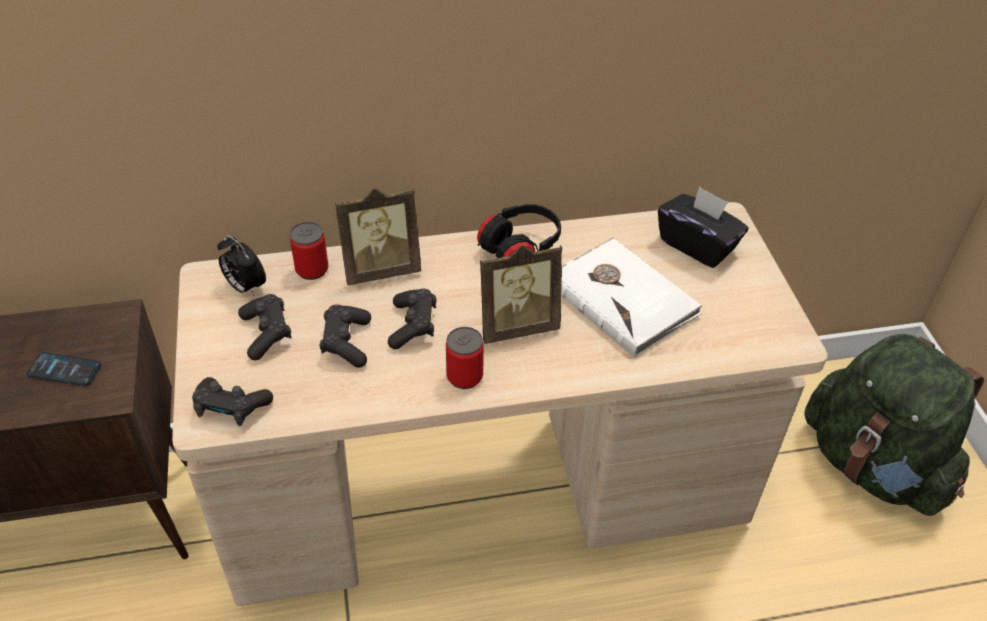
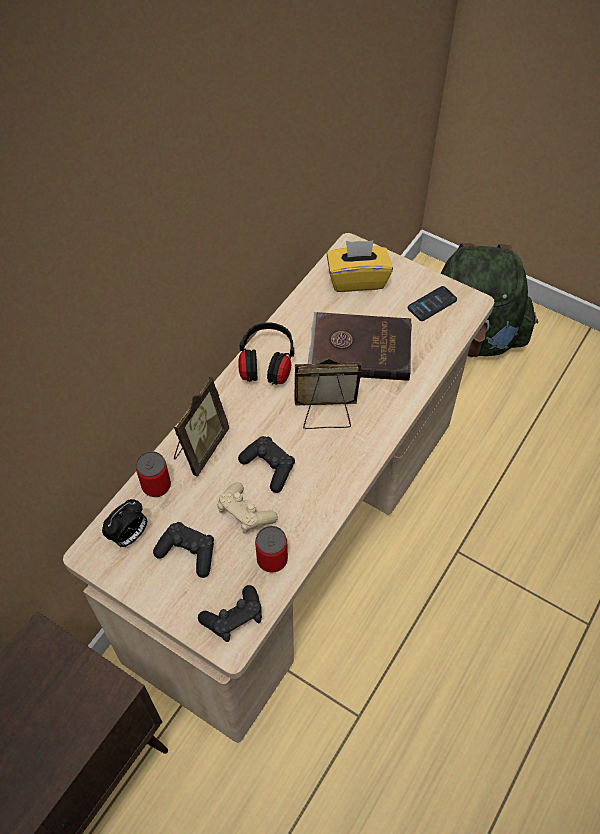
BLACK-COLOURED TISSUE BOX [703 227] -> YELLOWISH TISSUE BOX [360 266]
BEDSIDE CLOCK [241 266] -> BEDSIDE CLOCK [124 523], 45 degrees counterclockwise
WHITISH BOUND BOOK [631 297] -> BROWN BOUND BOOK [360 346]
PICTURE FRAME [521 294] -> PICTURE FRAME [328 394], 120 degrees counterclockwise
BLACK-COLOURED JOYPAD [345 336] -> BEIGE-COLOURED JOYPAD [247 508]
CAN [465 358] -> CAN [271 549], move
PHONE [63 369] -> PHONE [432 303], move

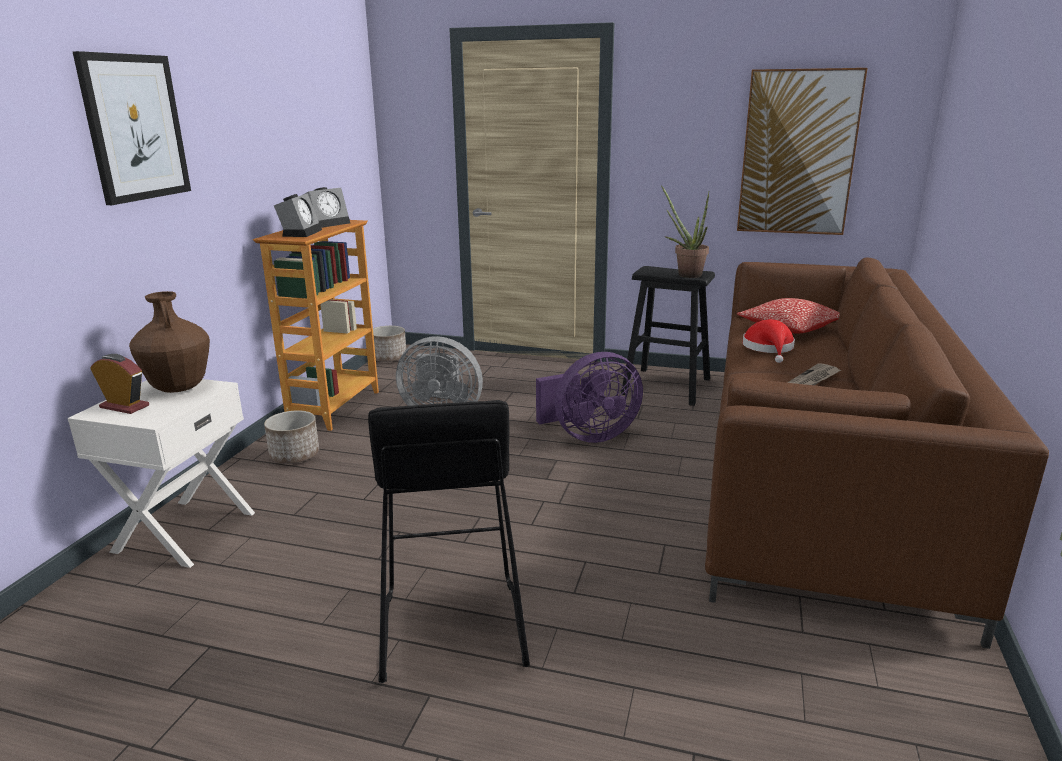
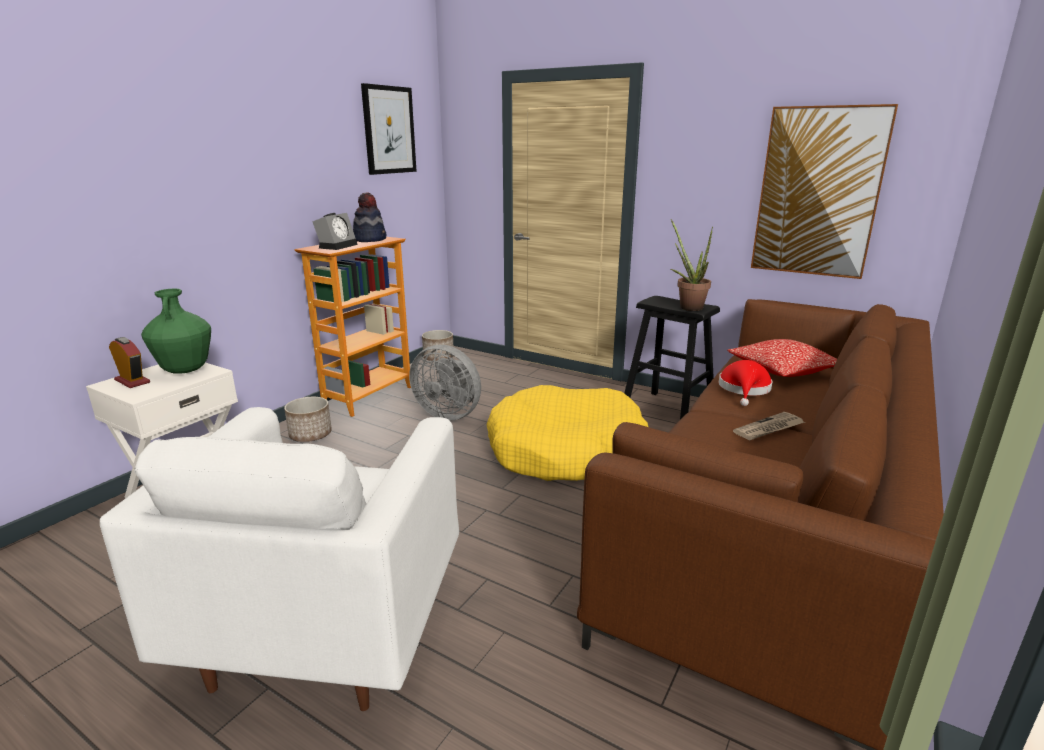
PICTURE [132 128] -> PICTURE [389 129], move
BEDSIDE CLOCK [326 207] -> CLOTHING HAT [369 217]
BROWN FLOWER VASE [169 342] -> GREEN FLOWER VASE [176 331]
PURPLE COOLING FAN [589 397] -> YELLOWISH DOG CUSHION [567 433]
BLACK-COLOURED STOOL [449 541] -> WHITISH EASY CHAIR [279 559]

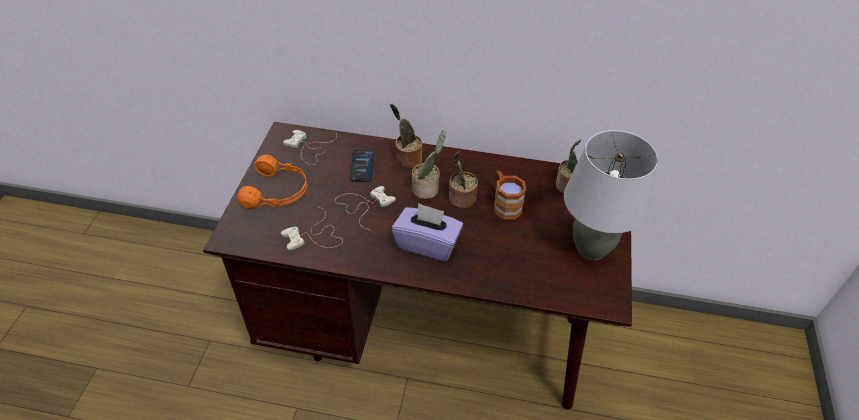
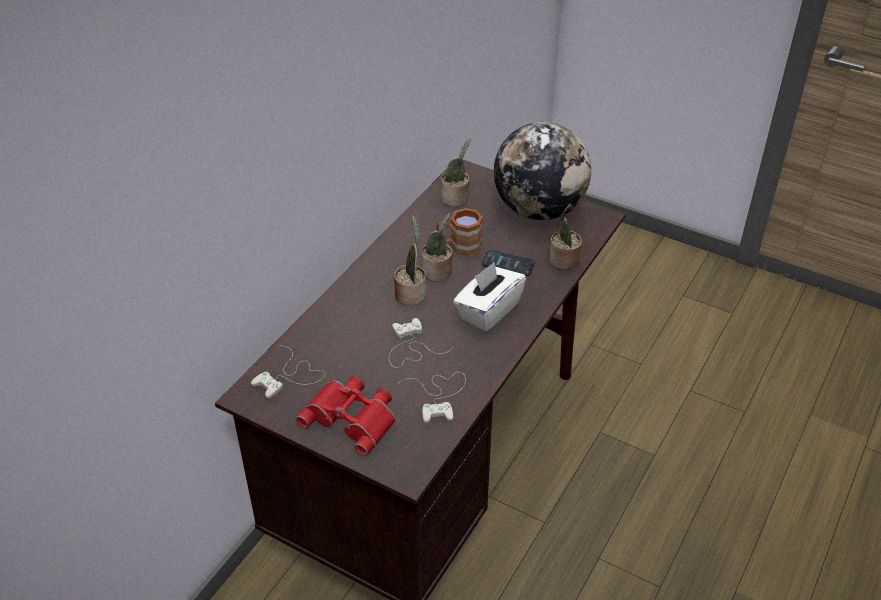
HOUSEPLANT [406 136] -> HOUSEPLANT [566 236], move
GREYISH LAMP FOR A TABLE [611 195] -> DESK GLOBE [542 171]
PHONE [362 166] -> PHONE [508 263], move
ORANGE HEADSET [272 181] -> REDDISH FIELD GLASSES [346 416]
PURPLE TISSUE BOX [427 232] -> WHITISH TISSUE BOX [489 297]

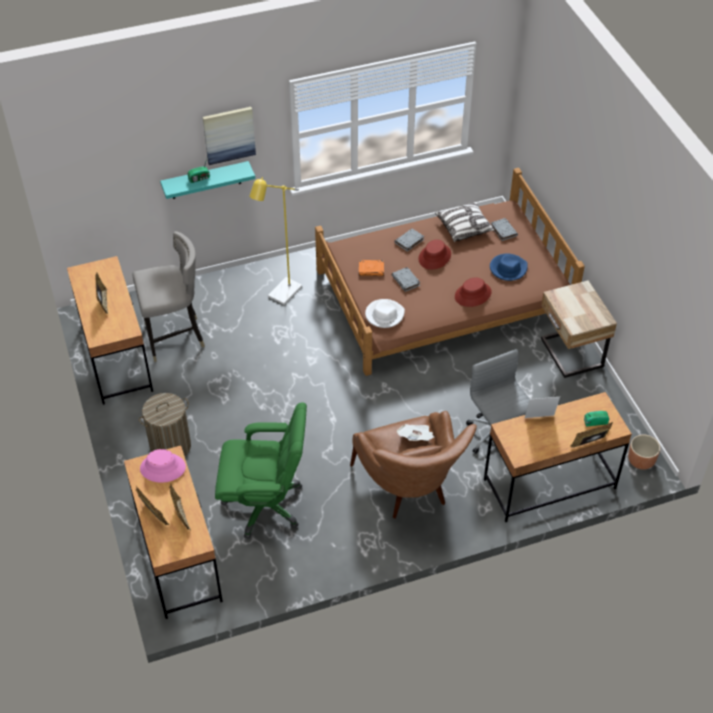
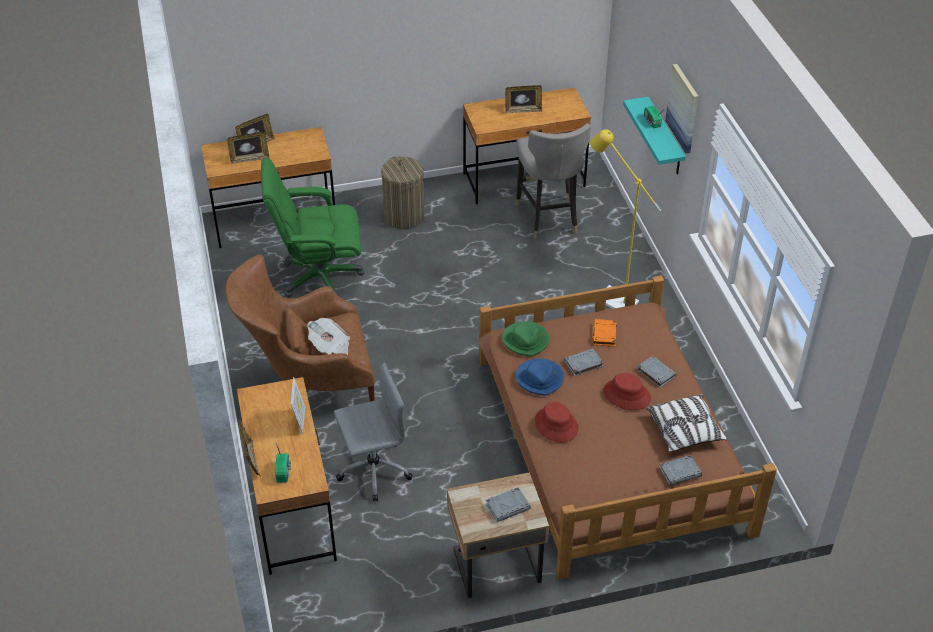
BLUE-COLOURED CLOTHING HAT [509 267] -> BLUE-COLOURED CLOTHING HAT [540 377], move
WHITISH CLOTHING HAT [385 313] -> GREEN CLOTHING HAT [526 339]
GREEN COMPUTER CHAIR [261 470] -> GREEN COMPUTER CHAIR [312 228], 75 degrees clockwise
BROWN PLANTER [644 452] -> none
PINKISH CLOTHING HAT [163 466] -> none
none -> GREYISH BOUND BOOK [508 504]

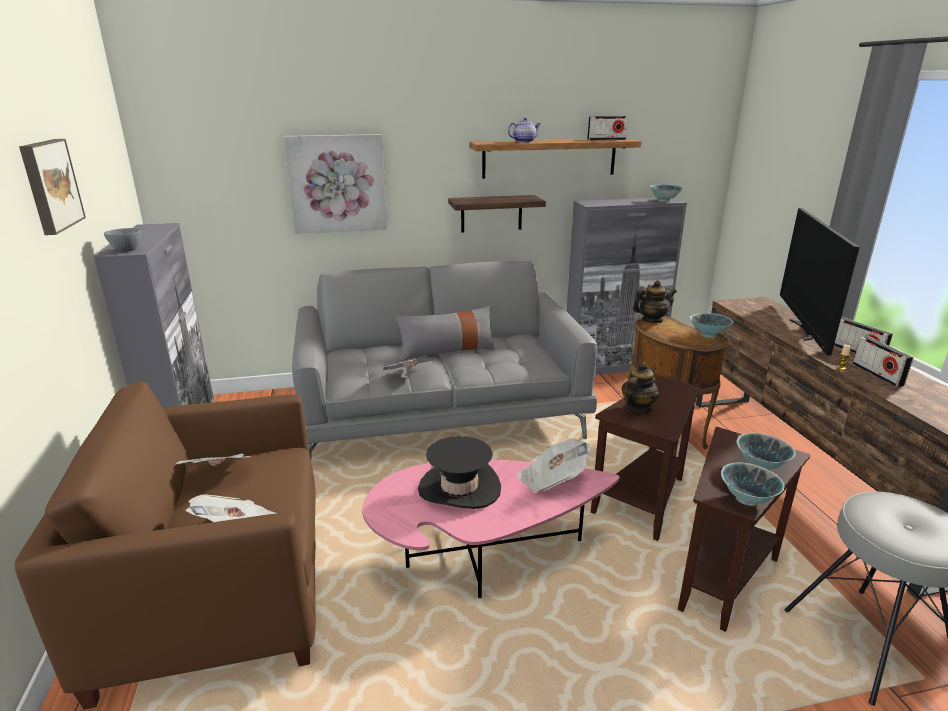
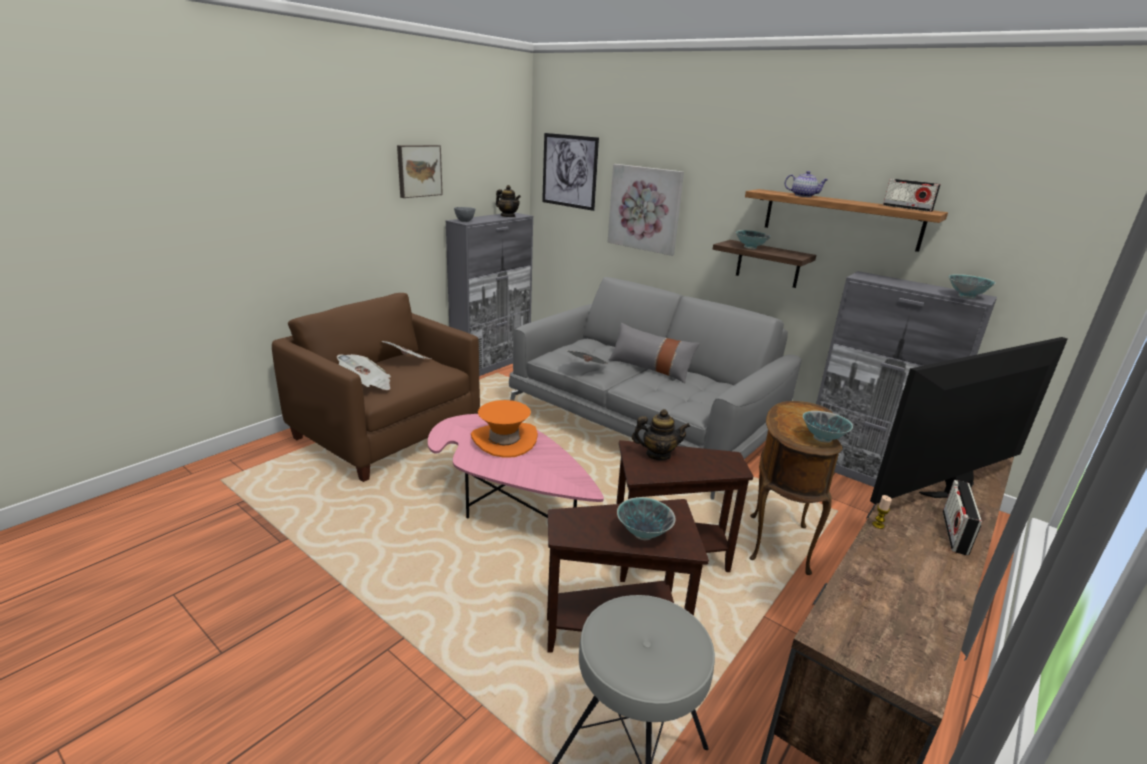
TEA POT [655 301] -> TEA POT [508 201], move
RADIO SET [883 361] -> none
BLACK-COLOURED CLOTHING HAT [459 472] -> ORANGE CLOTHING HAT [504 429]
PRINTED PAPER [554 466] -> none
BOWL [753 484] -> BOWL [753 239], move
none -> PICTURE [570 172]

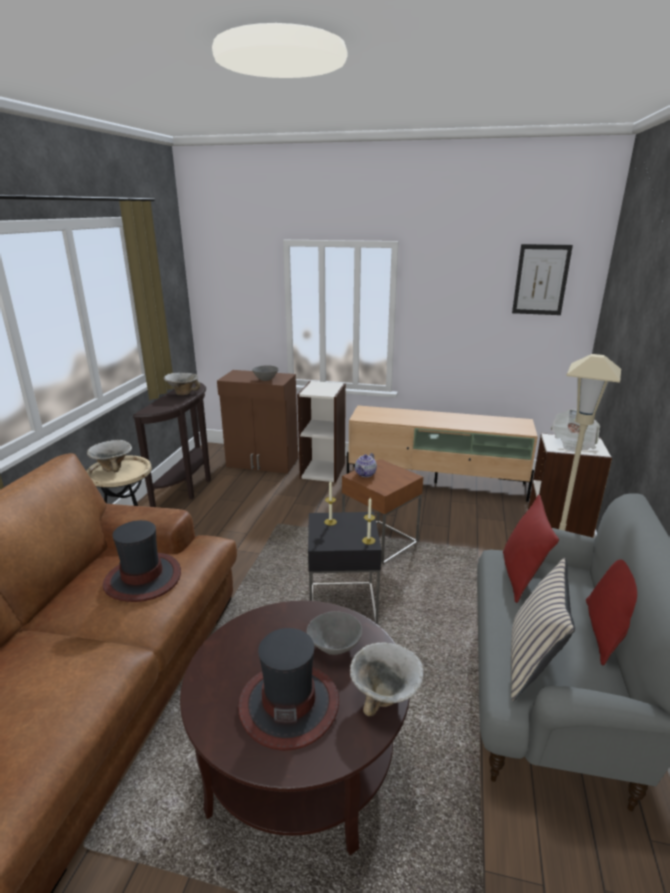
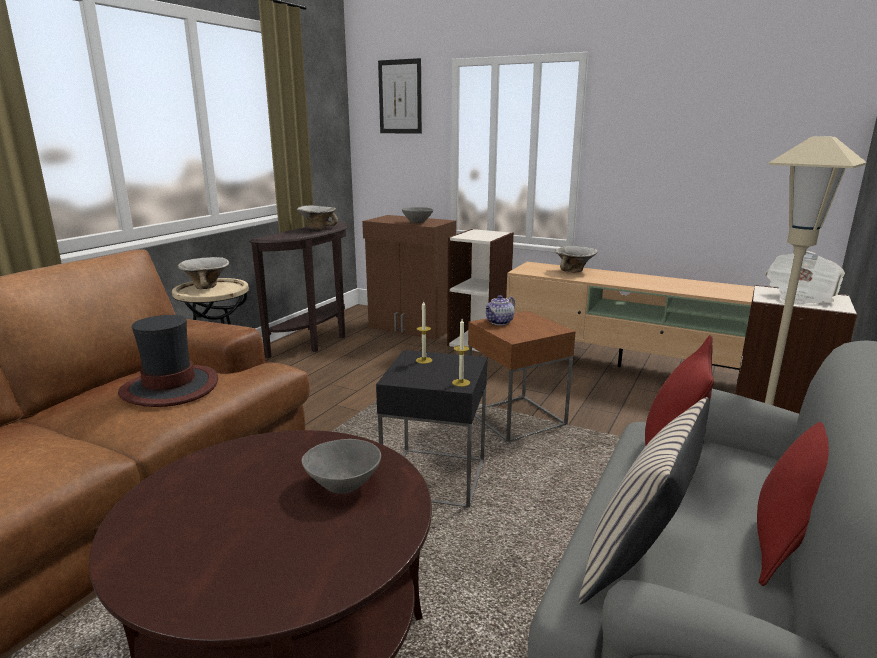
PICTURE [542 279] -> PICTURE [400 96], move
CLOTHING HAT [288 689] -> none
BOWL [387 679] -> BOWL [576 259], move

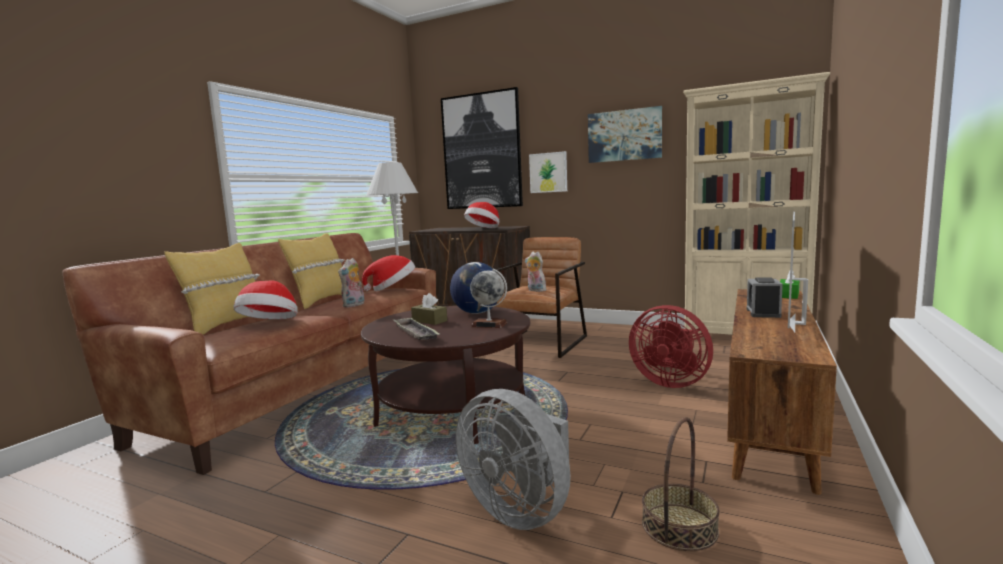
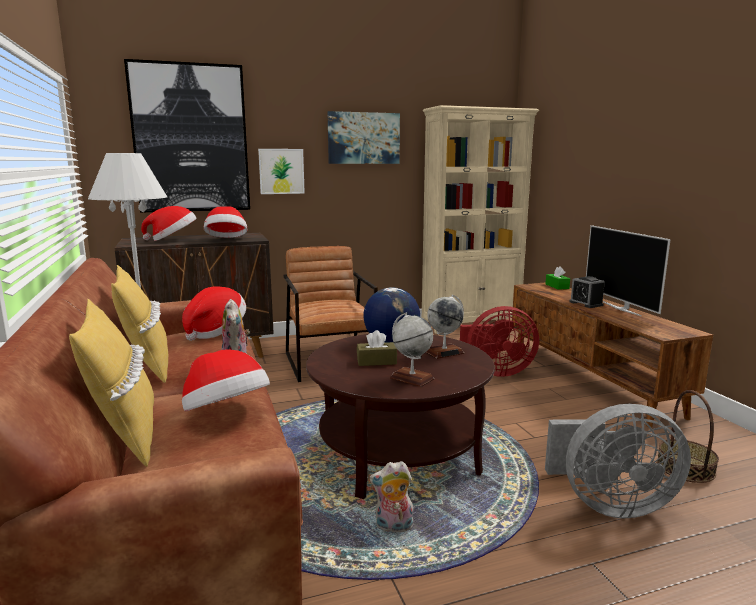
SOFT TOY [535 272] -> SOFT TOY [391 496], move
SERVING TRAY [416 328] -> DESK GLOBE [412 350]
none -> CLOTHING HAT [168 223]

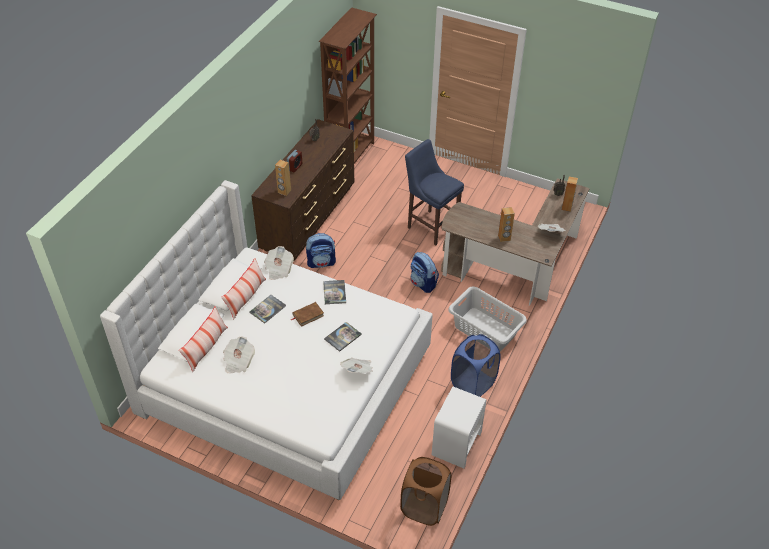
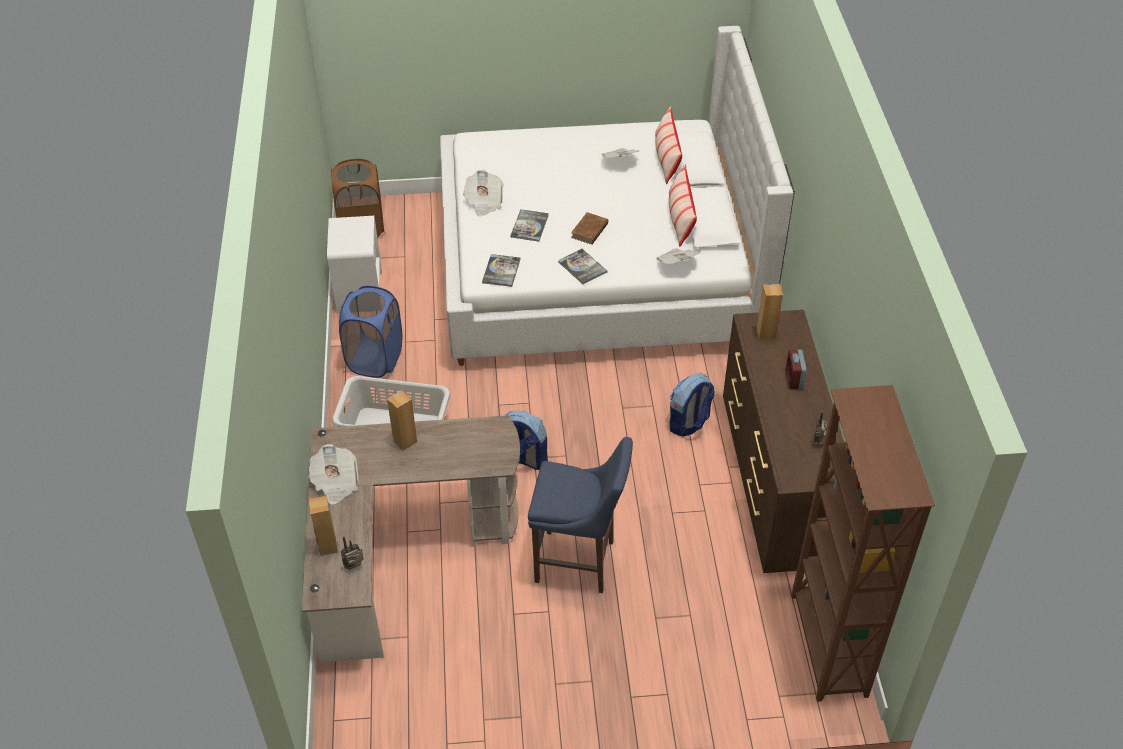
BOUND BOOK [267 309] -> BOUND BOOK [501 270], move

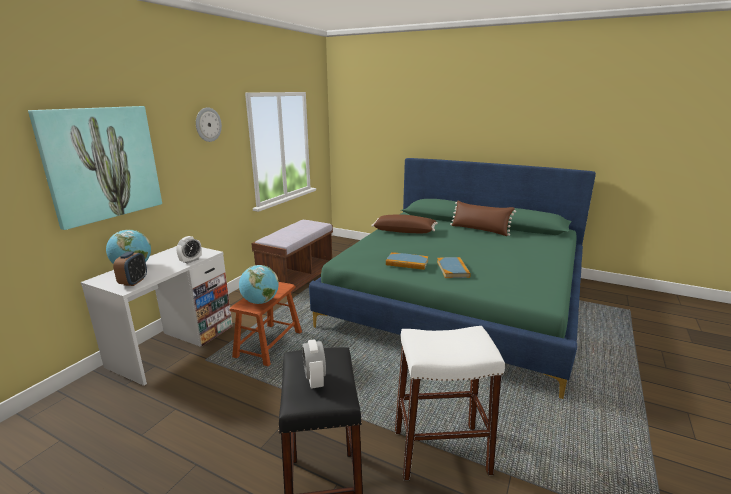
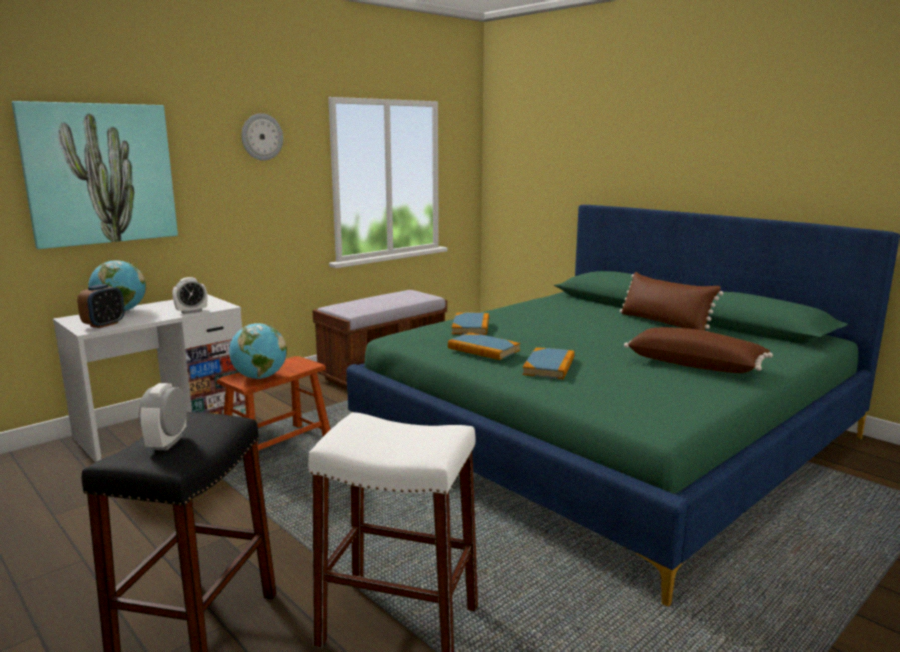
BROWN THROW PILLOW [404 223] -> BROWN THROW PILLOW [698 350], move
none -> BOUND BOOK [470 323]

